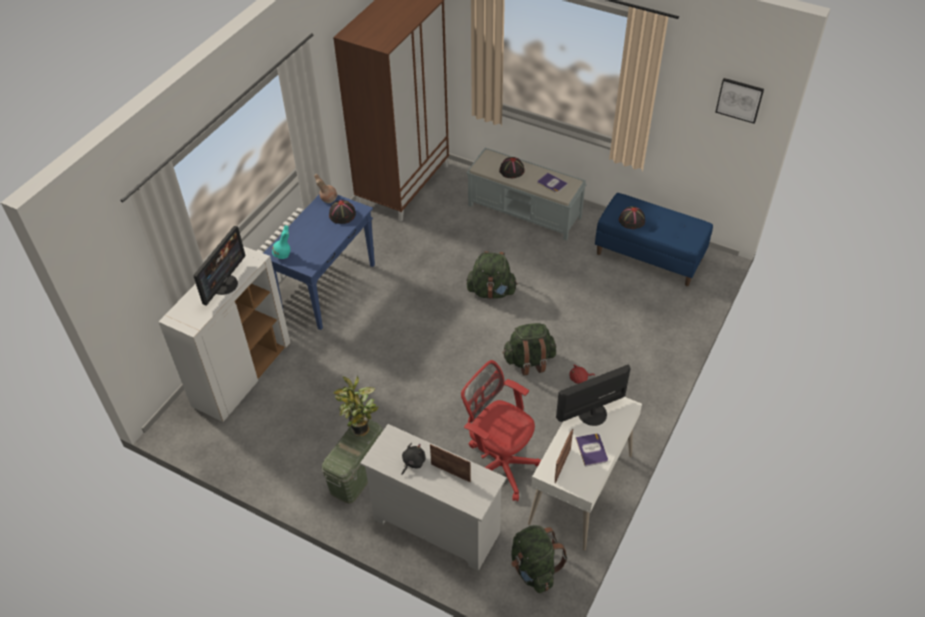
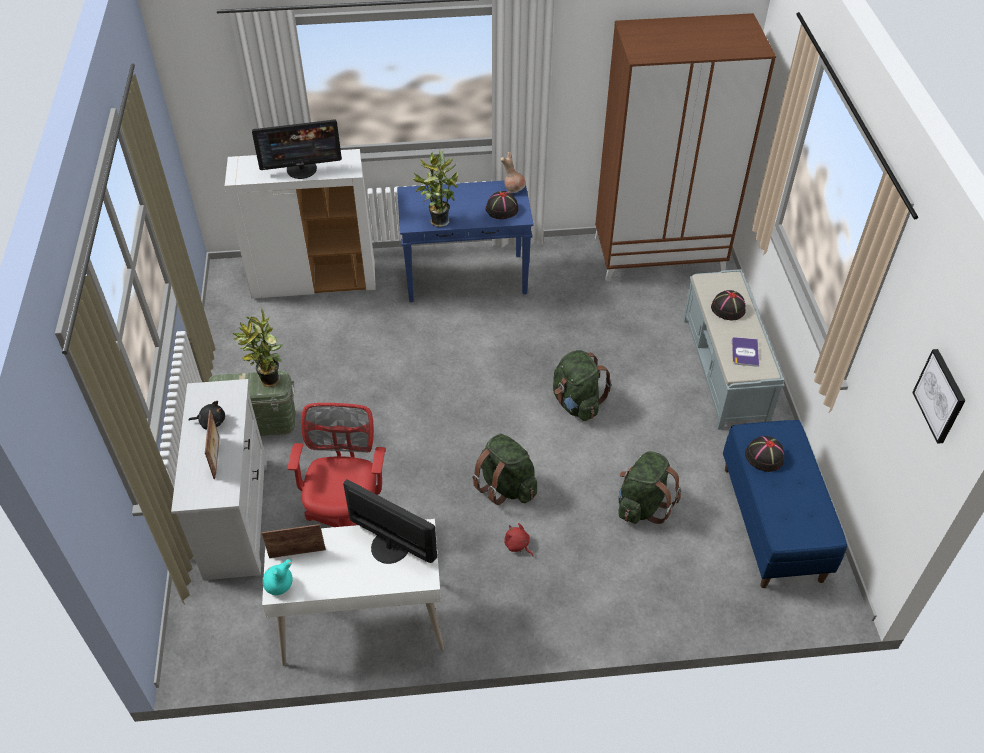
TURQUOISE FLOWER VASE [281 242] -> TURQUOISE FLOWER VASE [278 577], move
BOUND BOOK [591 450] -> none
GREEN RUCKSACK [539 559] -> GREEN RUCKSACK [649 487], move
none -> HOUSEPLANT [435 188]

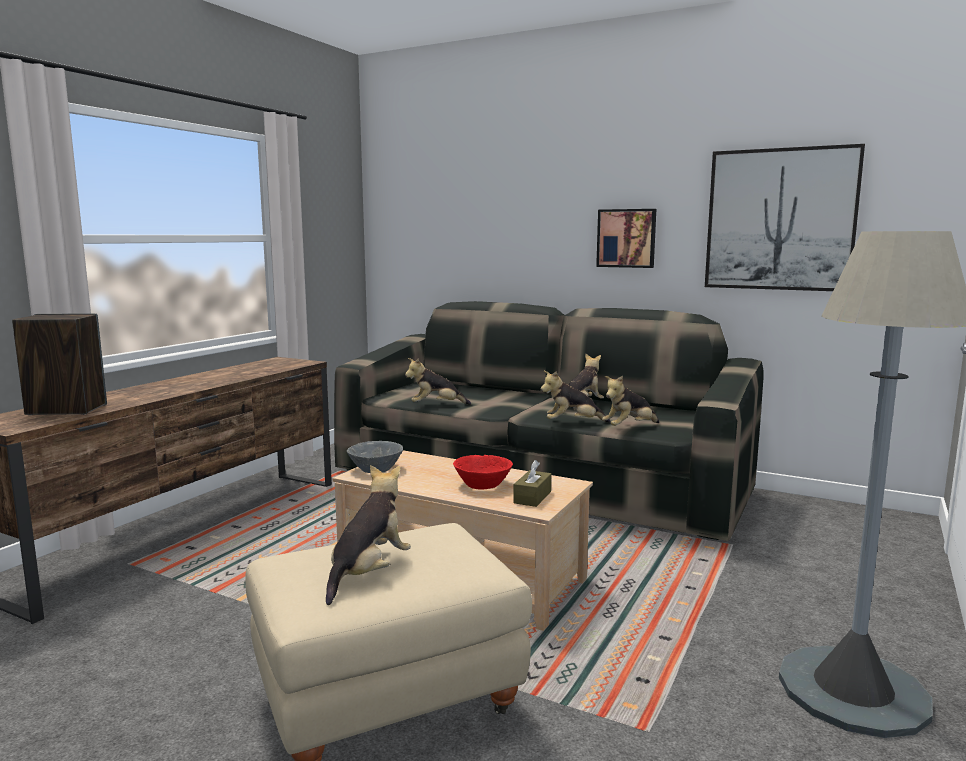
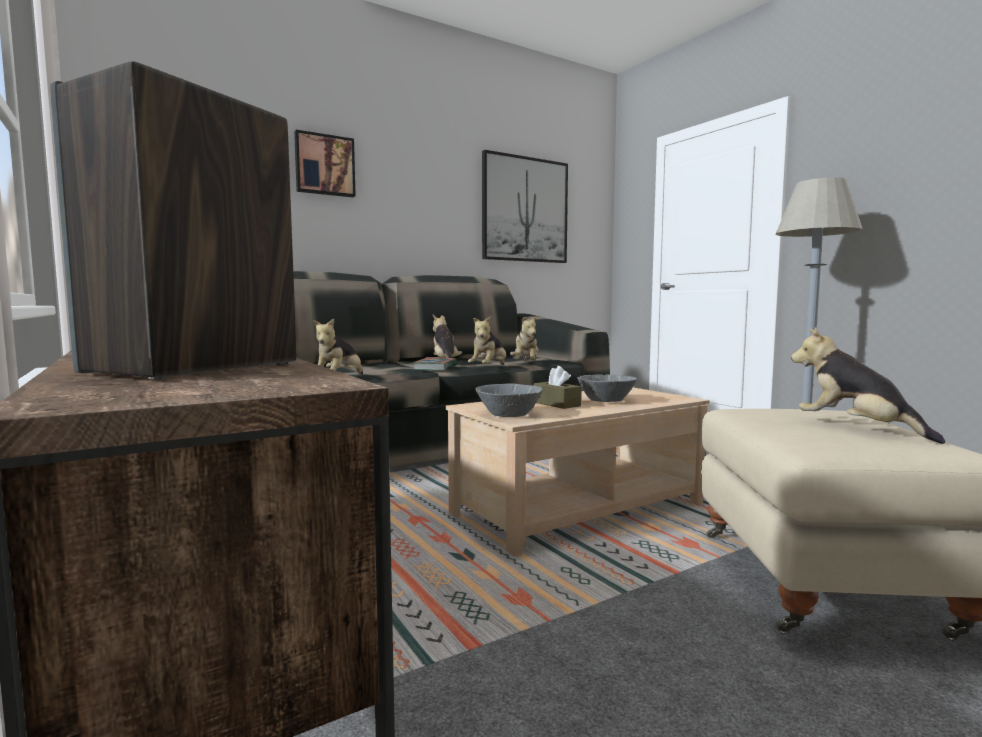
PICTURE [626 238] -> PICTURE [325 163], move
REDDISH BOWL [483 472] -> GREYISH BOWL [607 388]
BROWN TISSUE BOX [532 483] -> BROWN TISSUE BOX [557 387], move
none -> BOUND BOOK [434 363]

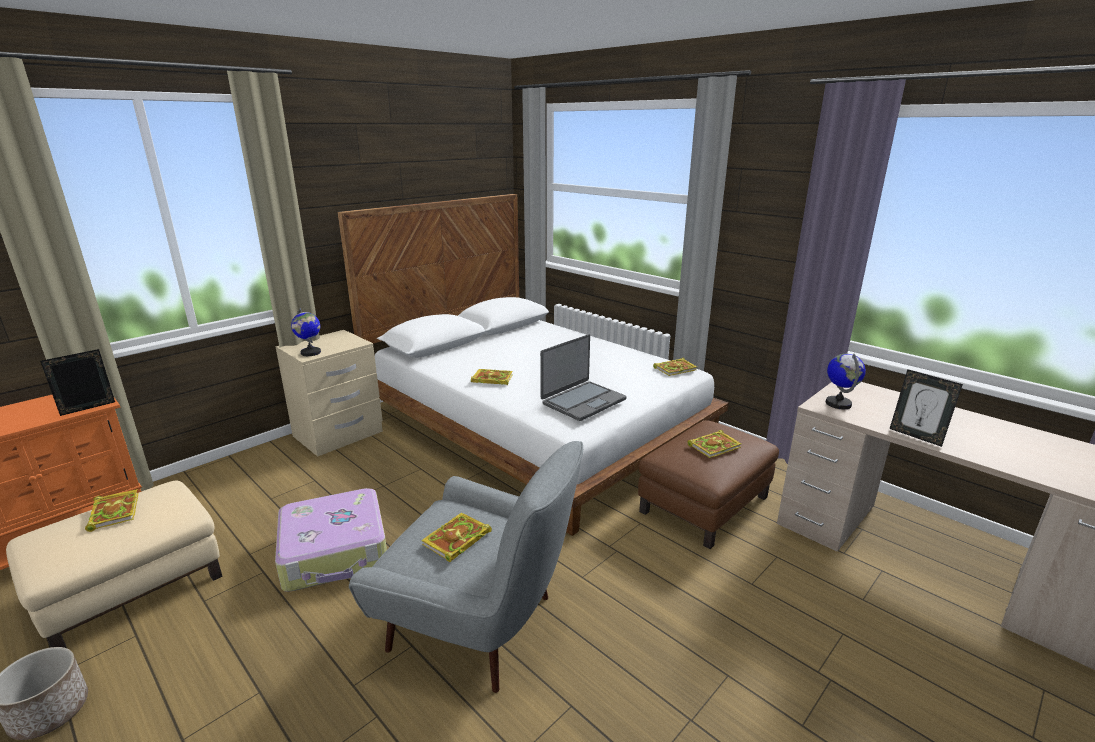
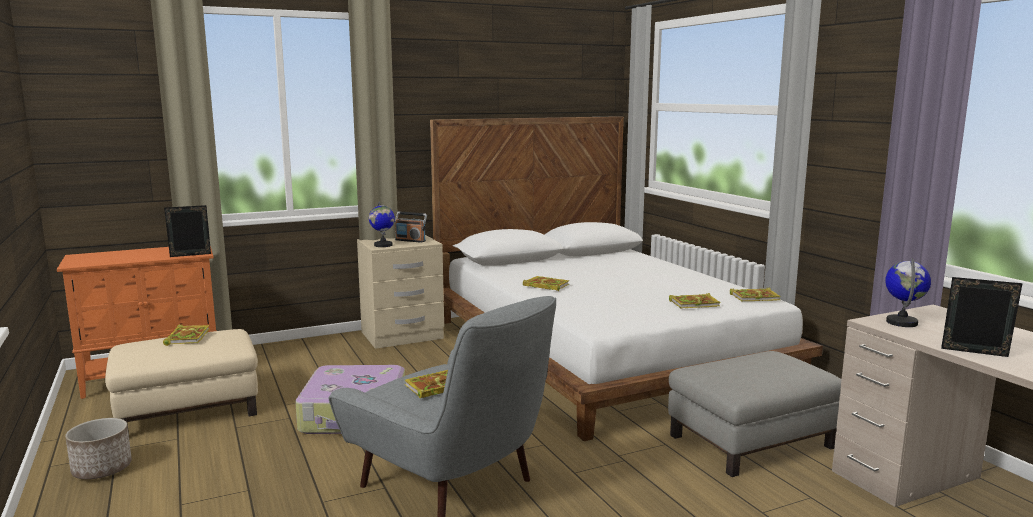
PORTABLE COMPUTER [583 377] -> none
PICTURE FRAME [926 408] -> PICTURE FRAME [982 317], 135 degrees clockwise
BROWN POUFFE [708 484] -> GREYISH POUFFE [755 414]
BOUND BOOK [714 444] -> BOUND BOOK [695 300], move
none -> RADIO SET [411 227]

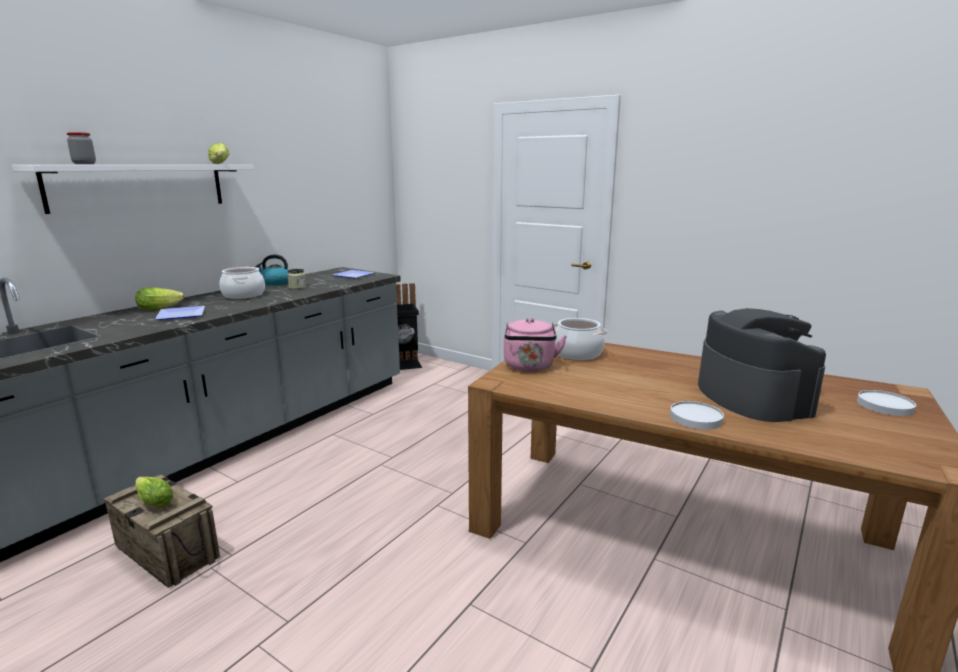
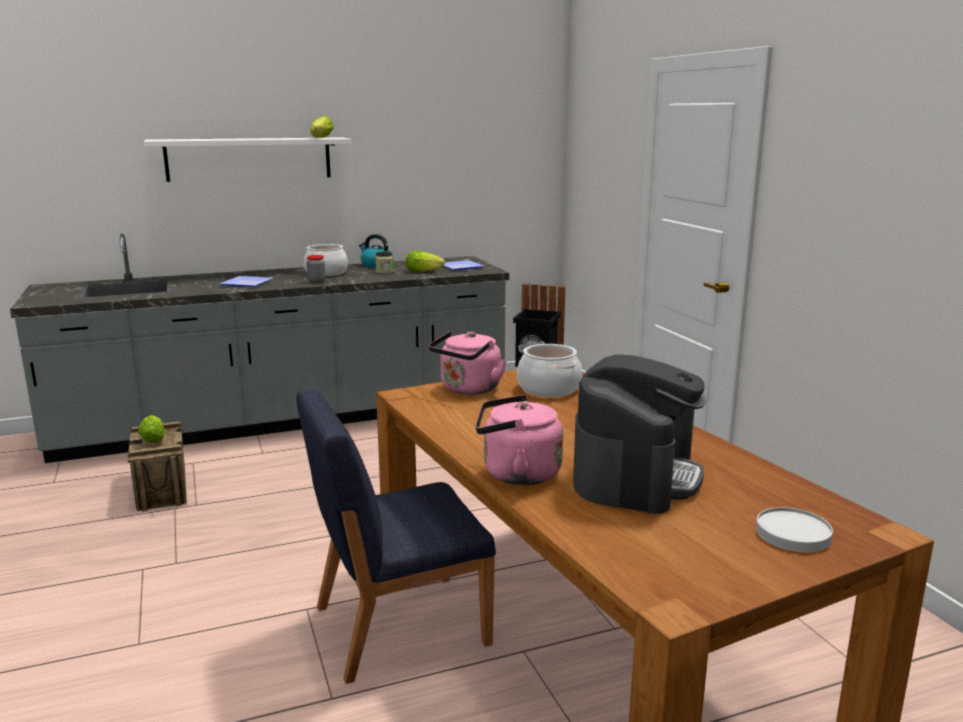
JAR [81 148] -> JAR [316 269], move
LETTUCE HEAD [159 298] -> LETTUCE HEAD [425 261], move
WHITISH PLATE [697 415] -> PINKISH TEA KETTLE [519 440]
none -> BLUE-COLOURED CHAIR [396 536]

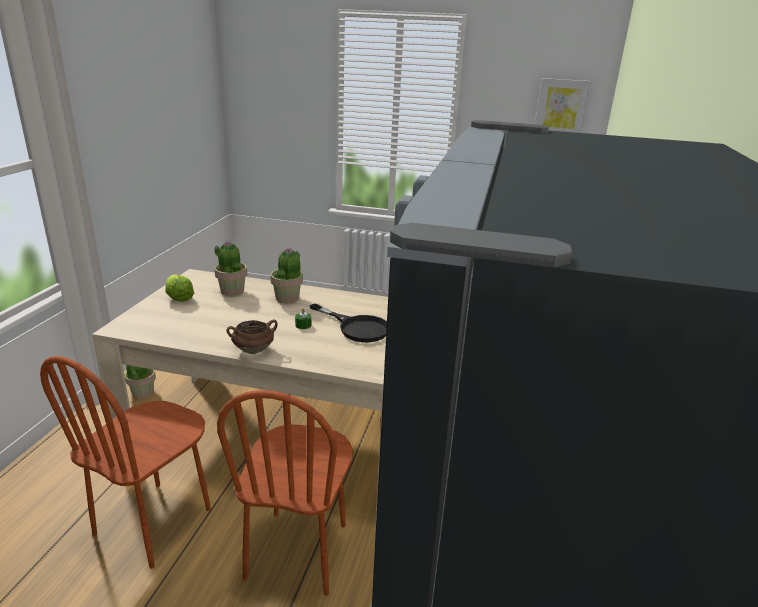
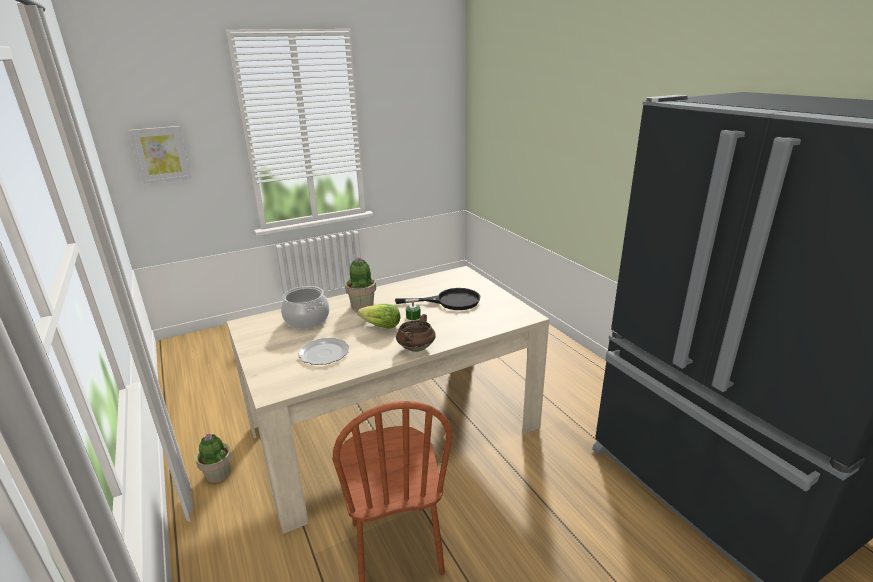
PICTURE [563 105] -> PICTURE [160 155], move
HOUSEPLANT [230 268] -> COOKING POT [305 307]
LETTUCE HEAD [179 288] -> LETTUCE HEAD [379 316], move
BROWN CHAIR [285 493] -> none
none -> PLATE [323 351]

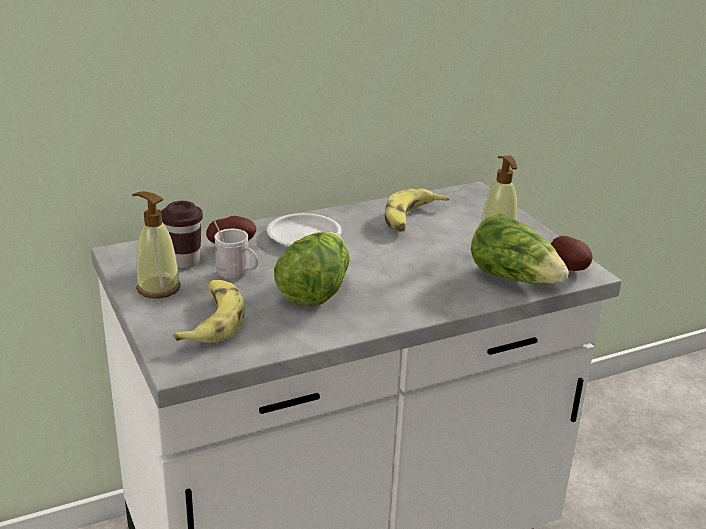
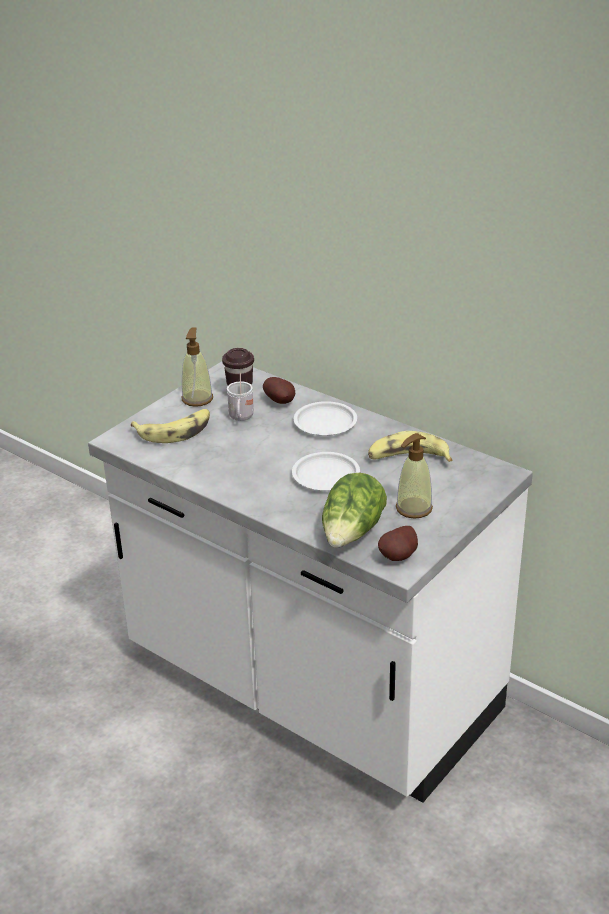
LETTUCE HEAD [311 269] -> none
none -> WHITISH PLATE [326 471]

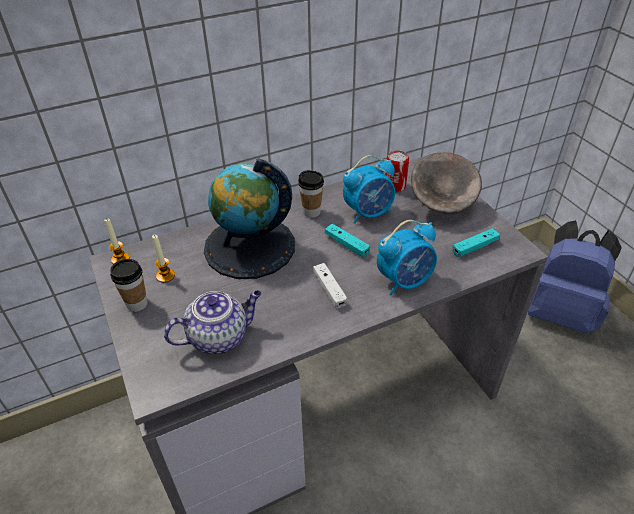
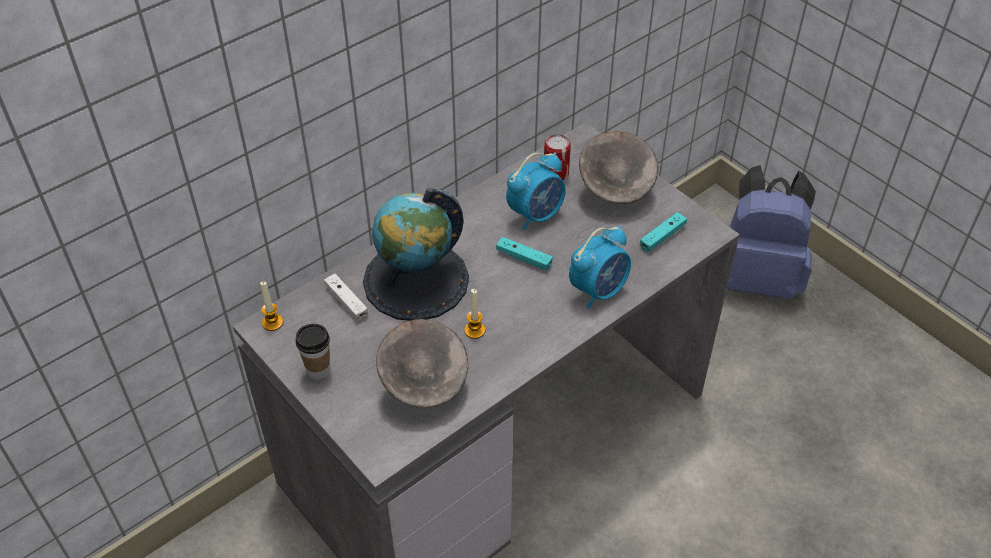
CUP [311 194] -> none
WAX CANDLE [163 259] -> WAX CANDLE [474 314], move
WHITISH JOYPAD [330 285] -> WHITISH JOYPAD [346 297], move
TEA POT [212 322] -> GREYISH BOWL [422 363]

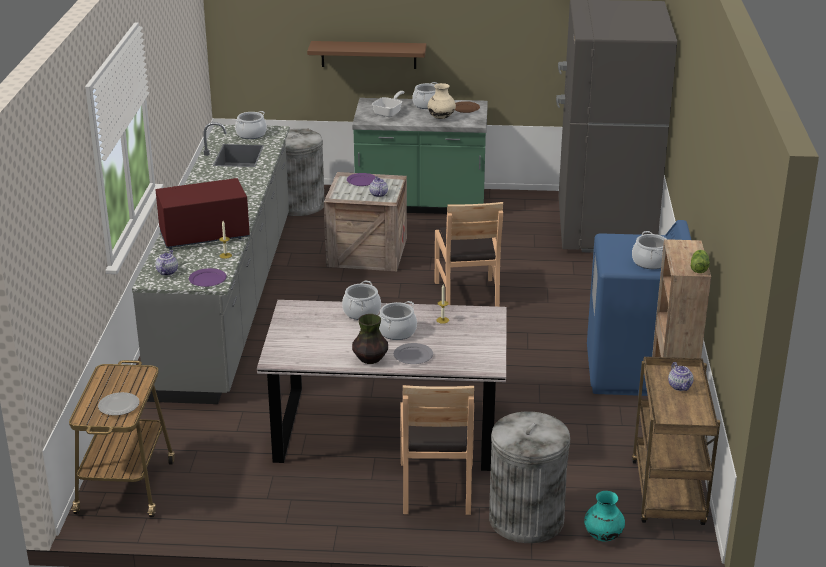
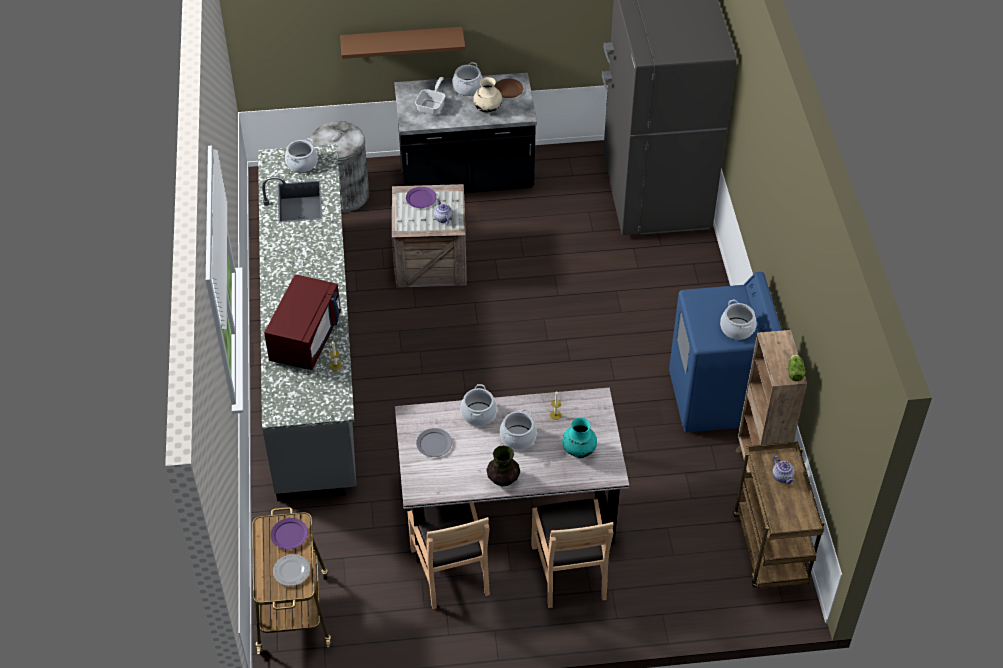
GREEN KITCHEN COUNTER [420 156] -> BLACK-COLOURED KITCHEN COUNTER [466 133]
REDDISH MICROWAVE OVEN [202 213] -> REDDISH MICROWAVE OVEN [302 322], 135 degrees clockwise
BROWN CHAIR [469 254] -> BROWN CHAIR [448 556], move
TEA POT [166 263] -> none
PURPLE PLATE [208 277] -> PURPLE PLATE [289 533], move
GREYISH PLATE [413 353] -> GREYISH PLATE [434 442], move
GREYISH TRASH CAN [529 477] -> none
TURQUOISE FLOWER VASE [604 516] -> TURQUOISE FLOWER VASE [579 438], move

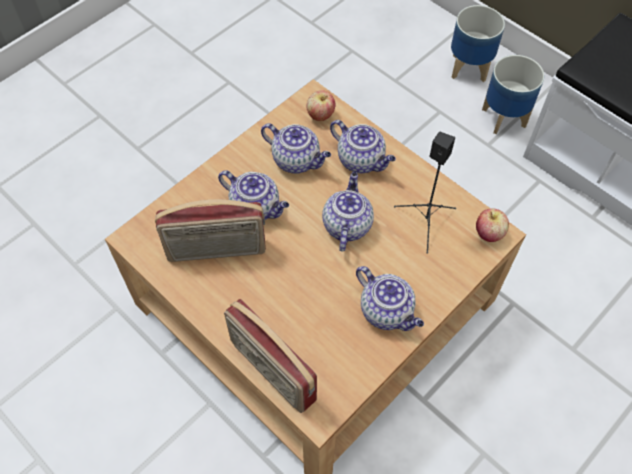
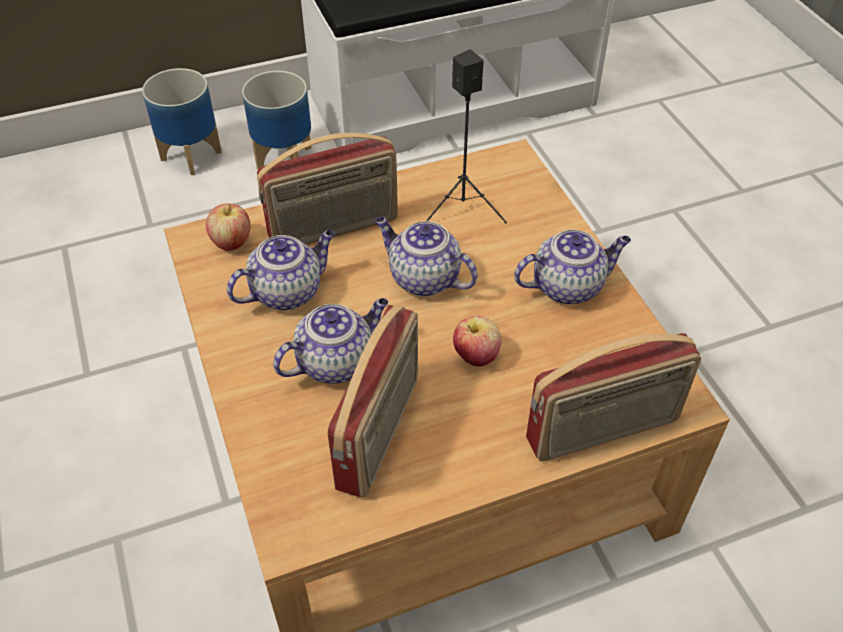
TEA POT [363 147] -> RADIO SET [327 188]
APPLE [492 225] -> APPLE [477 341], move

